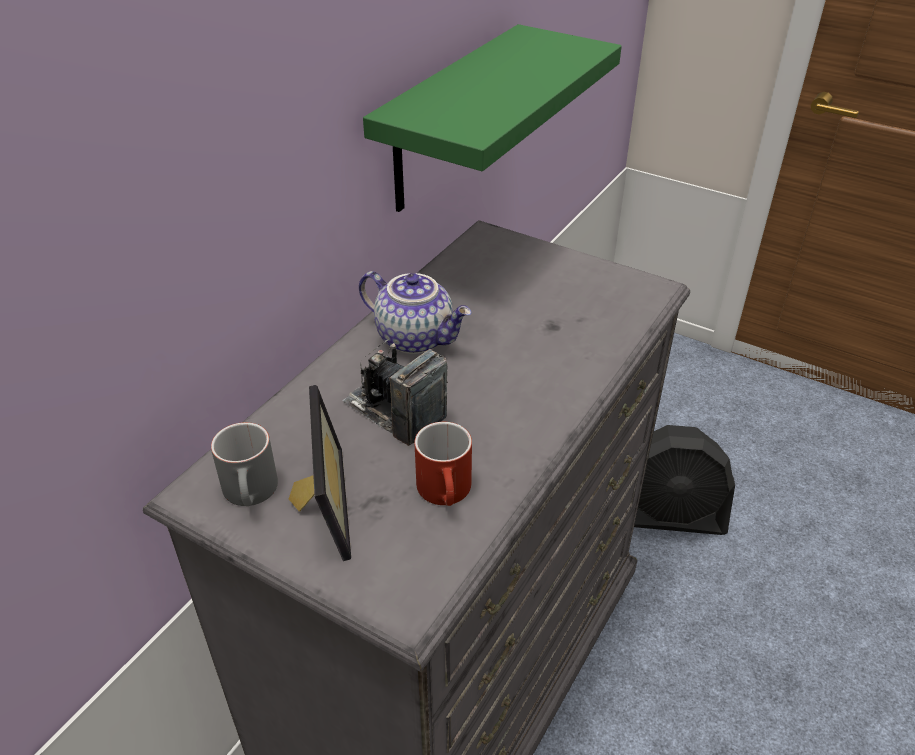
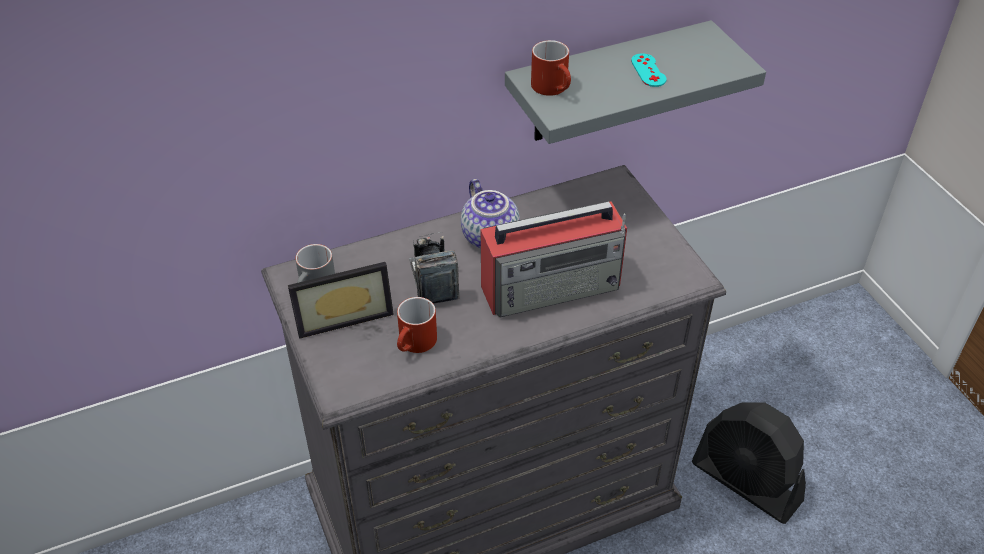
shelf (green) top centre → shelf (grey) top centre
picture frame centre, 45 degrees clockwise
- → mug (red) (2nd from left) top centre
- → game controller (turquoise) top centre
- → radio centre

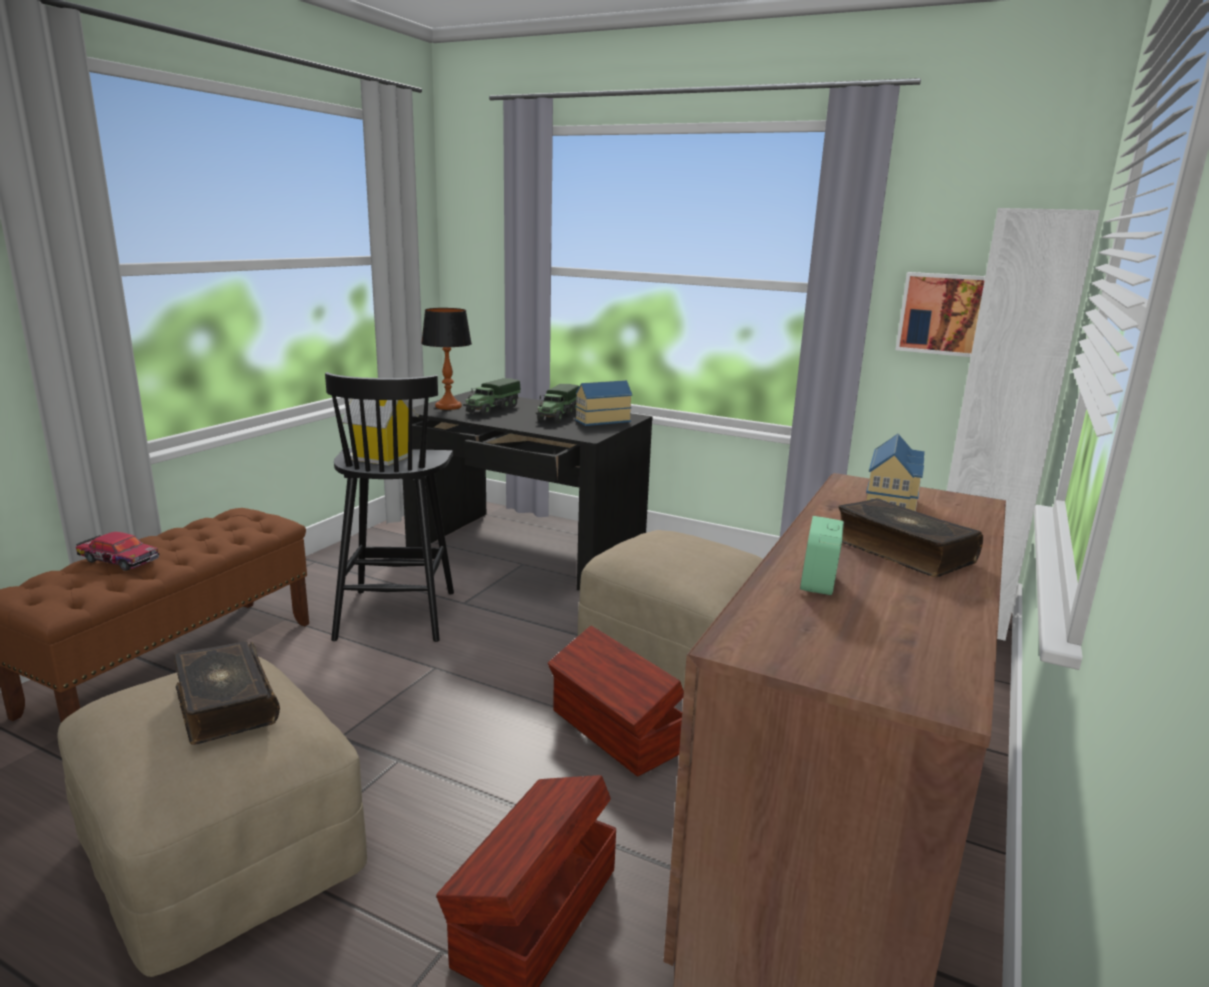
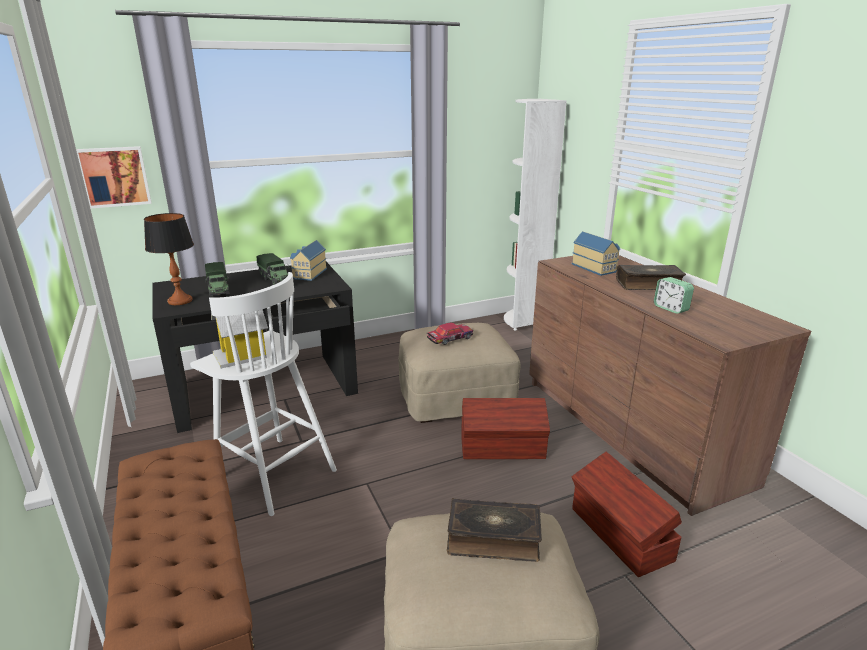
picture top right → picture top left, moved
stool (black) middle left → stool (white) middle left
toy car middle left → toy car centre, moved

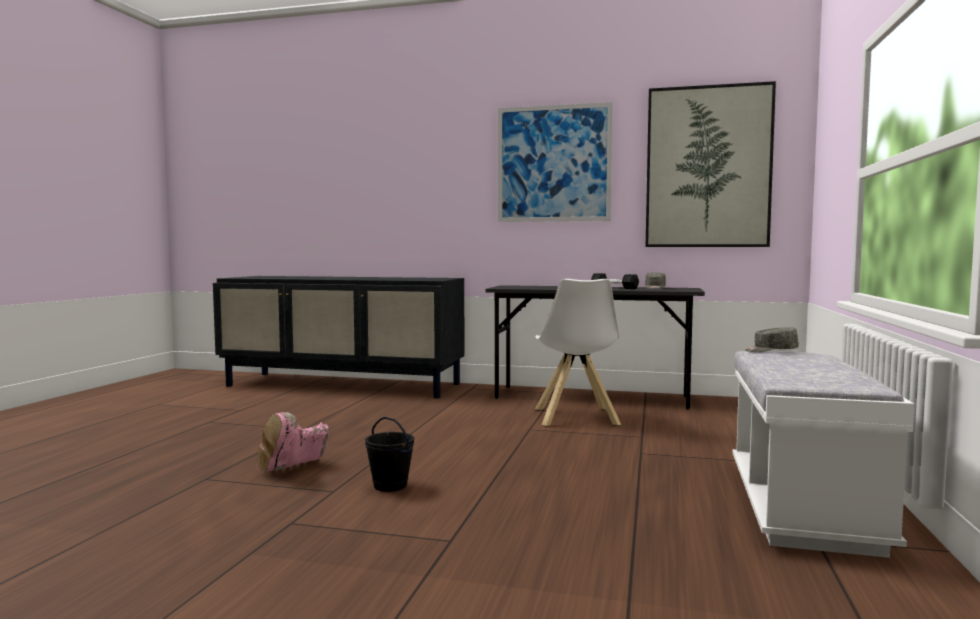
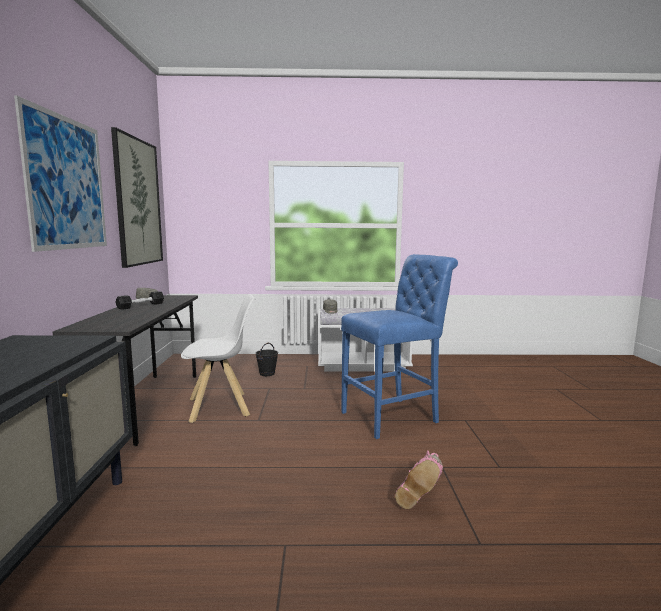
boot (pink) bottom left → boot (pink) bottom centre, 90 degrees clockwise
bucket (black) bottom centre → bucket (black) centre, moved
- → stool (blue) centre

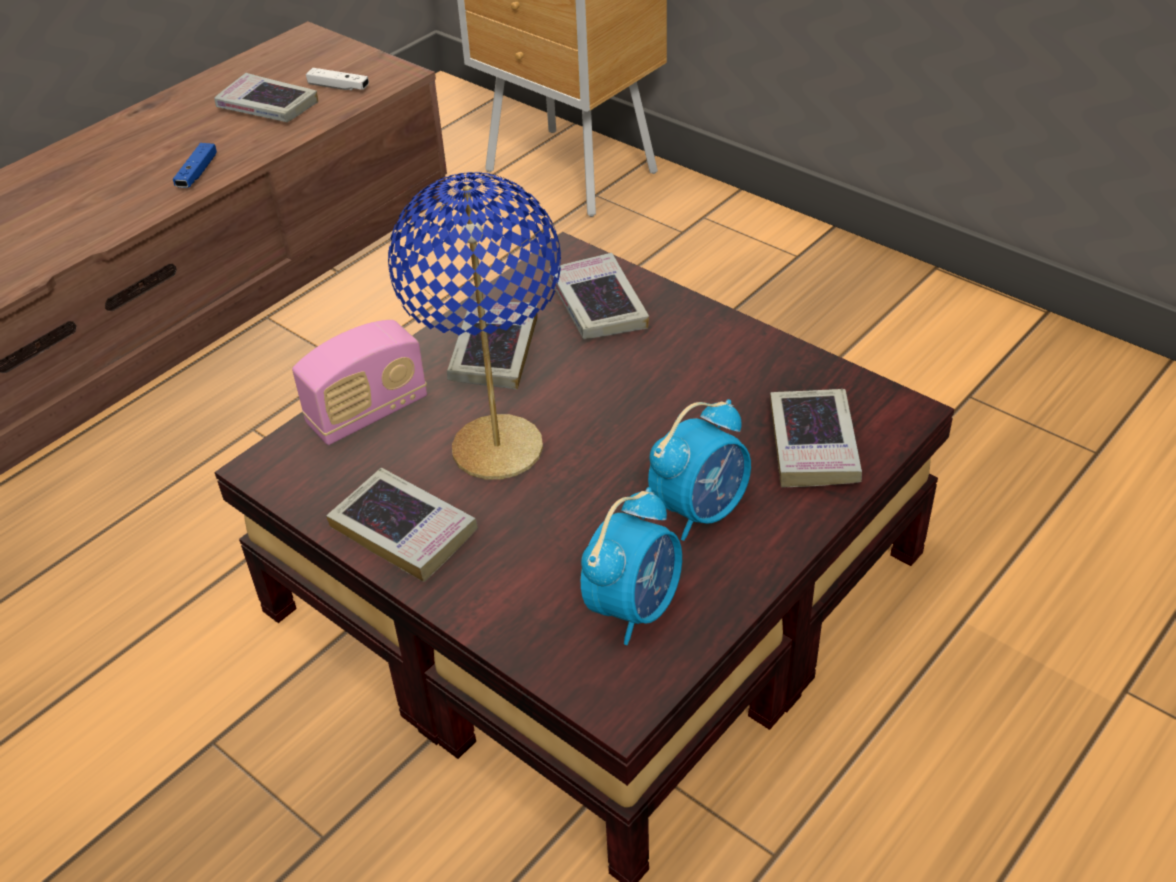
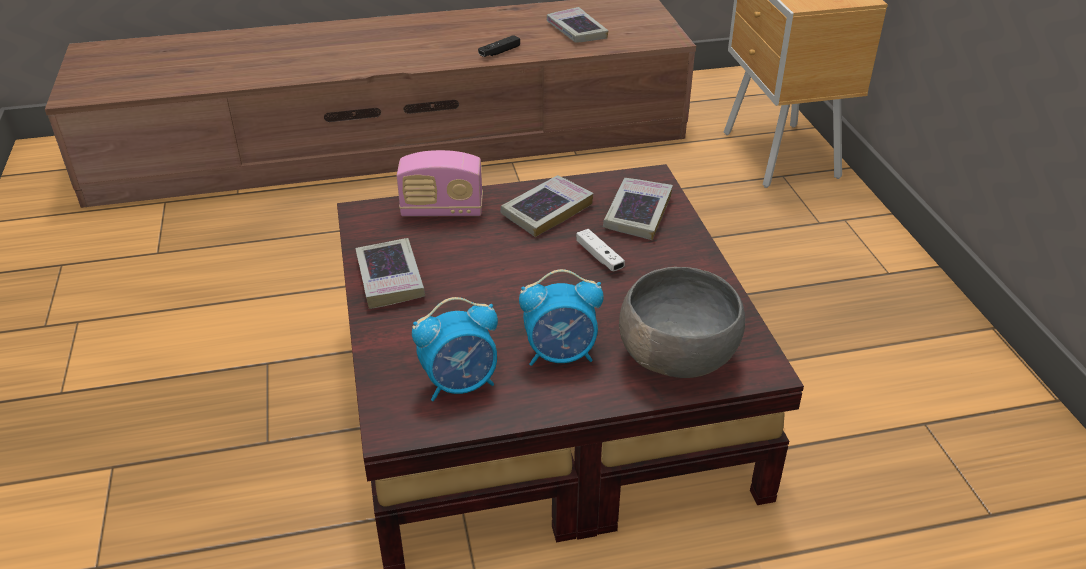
game controller (white) top left → game controller (white) centre, moved
game controller (blue) top left → game controller (black) top centre
table lamp (blue) centre → -
book (5th from left) middle right → bowl (grey) centre

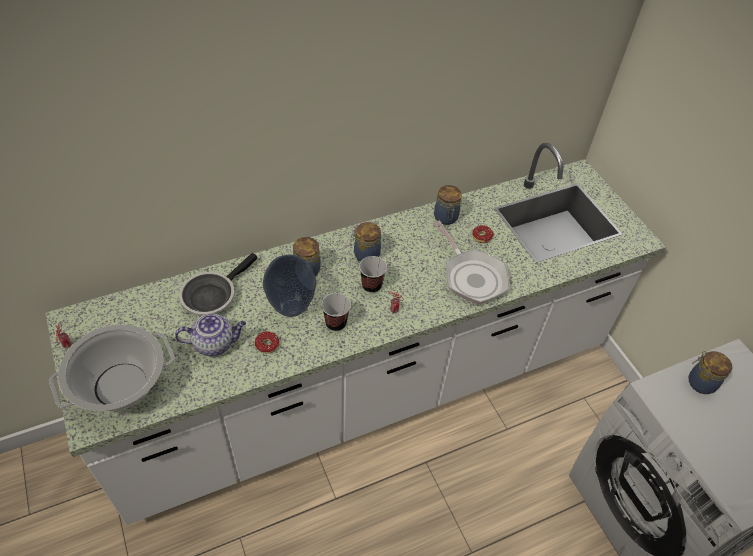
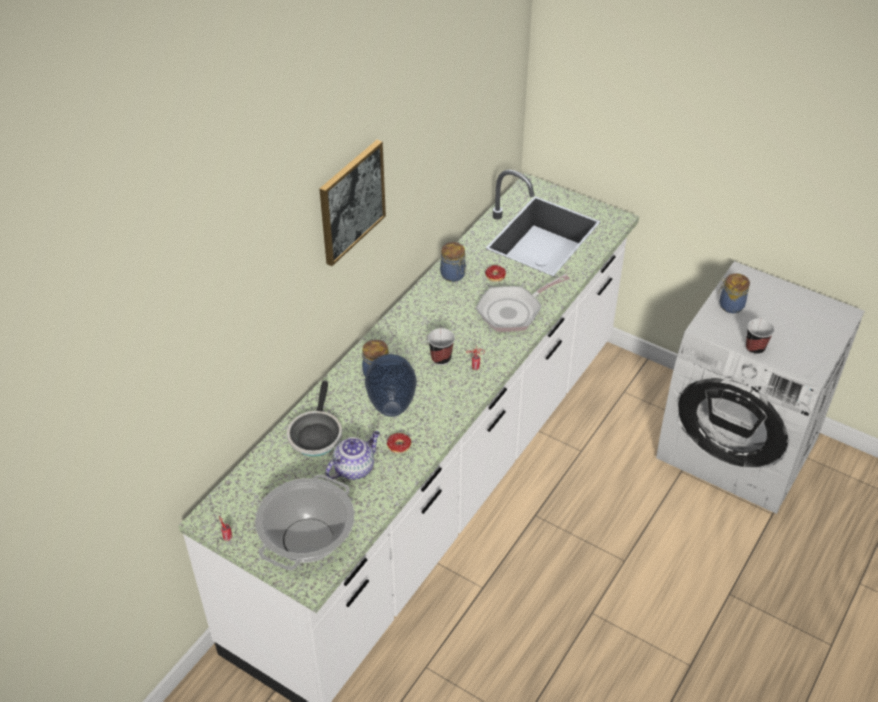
frying pan (2nd from left) centre, 120 degrees clockwise
jar (2nd from left) centre → -
cup (1st from left in the first image) centre → cup (2nd from left) middle right, moved
- → picture top centre

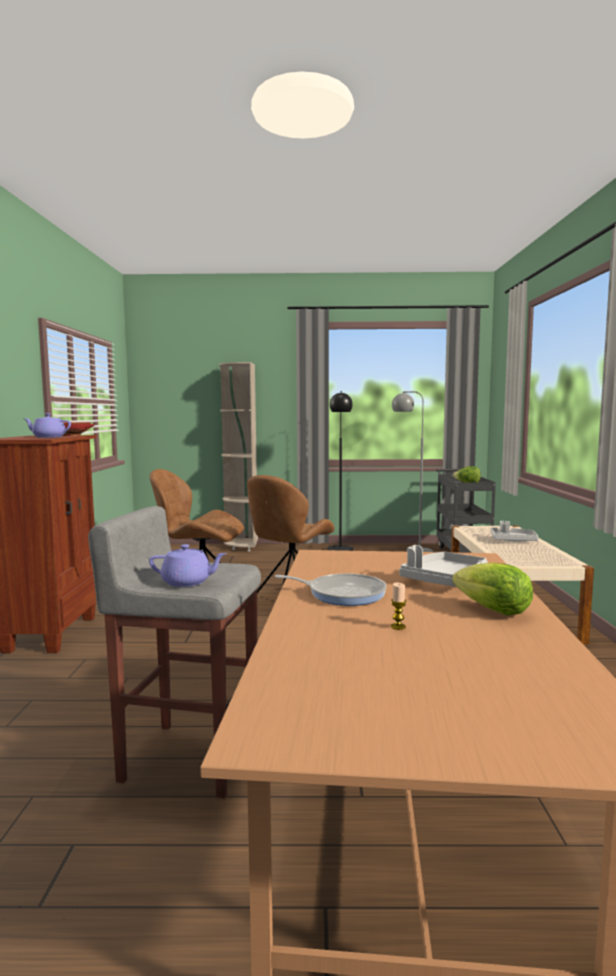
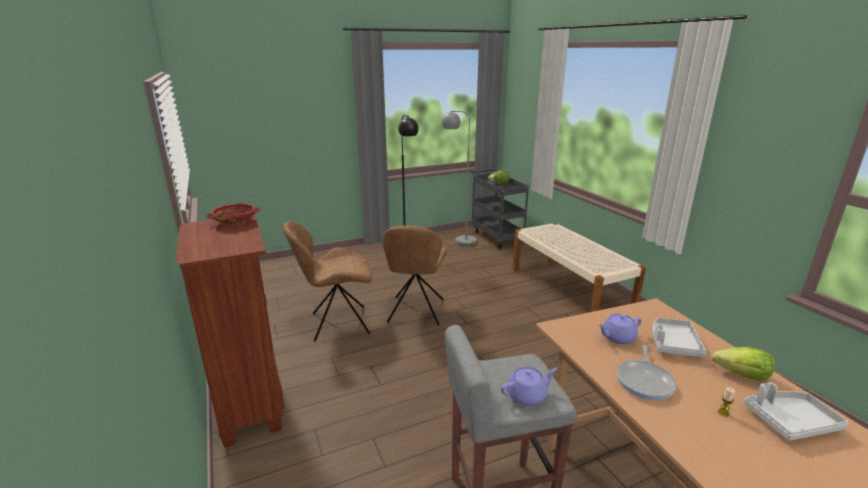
bookcase (beige) centre → -
teapot (purple) (1st from left in the first image) middle left → teapot (purple) (2nd from left) bottom right, moved
tray (grey) (2nd from left) middle right → tray (grey) (2nd from left) bottom right, moved
frying pan centre → frying pan bottom right, 120 degrees clockwise

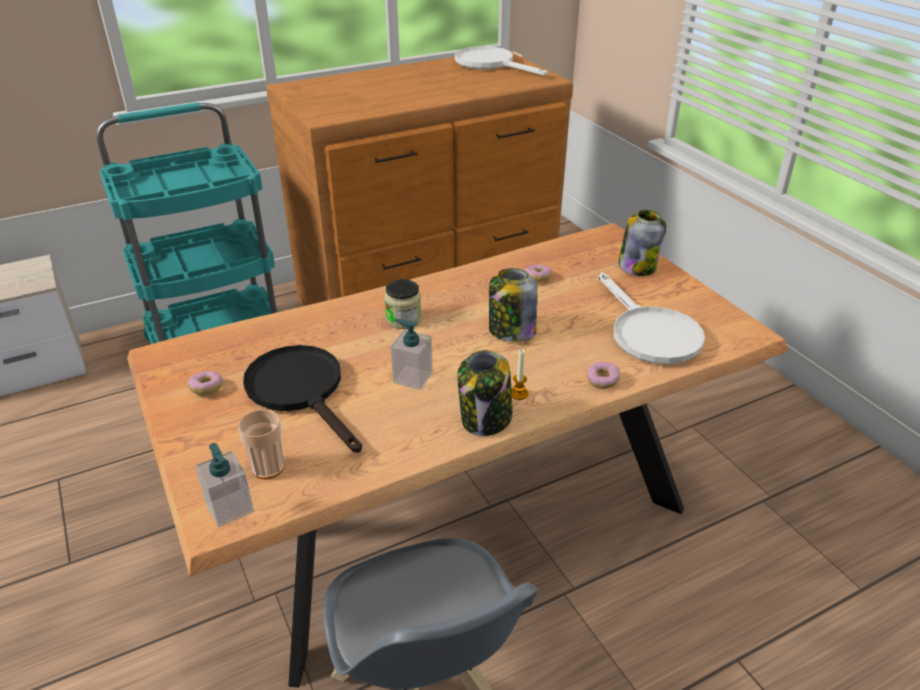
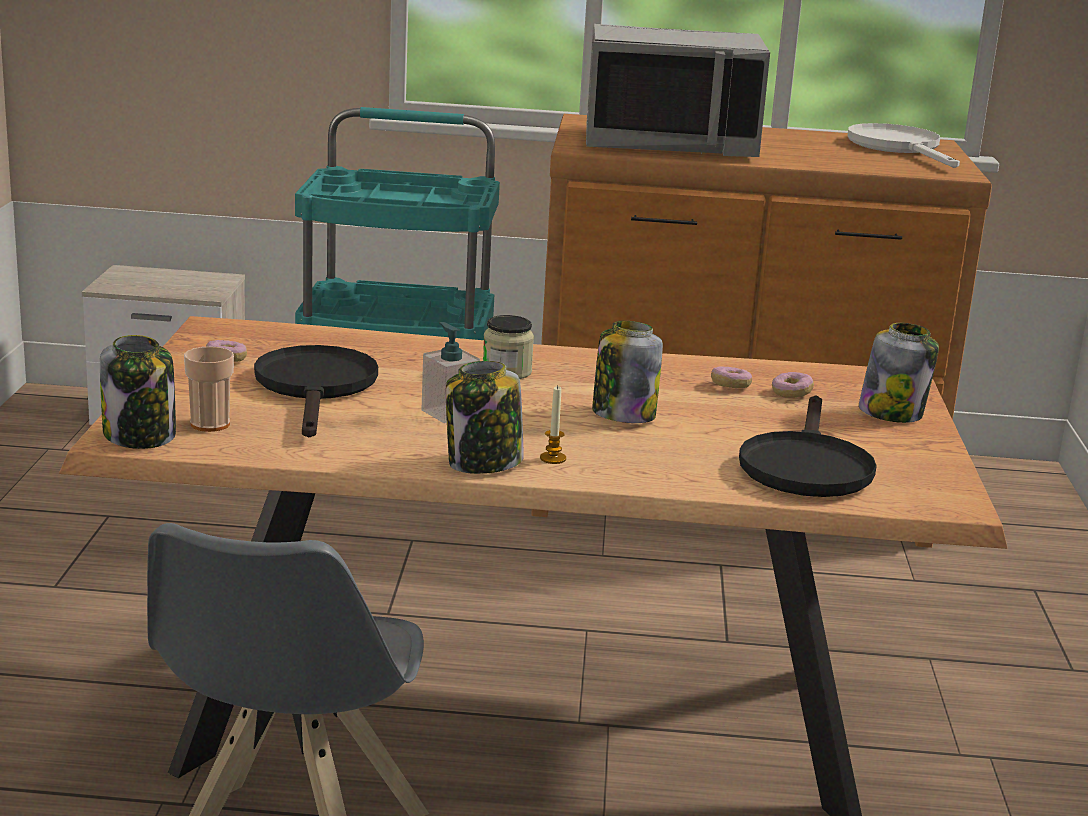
frying pan (white) (2nd from left) middle right → frying pan (black) (2nd from left) middle right
donut (3rd from left) centre → donut (3rd from left) middle right, moved
soap dispenser (1st from left) bottom left → jar (1st from left) middle left
- → microwave (grey) top centre

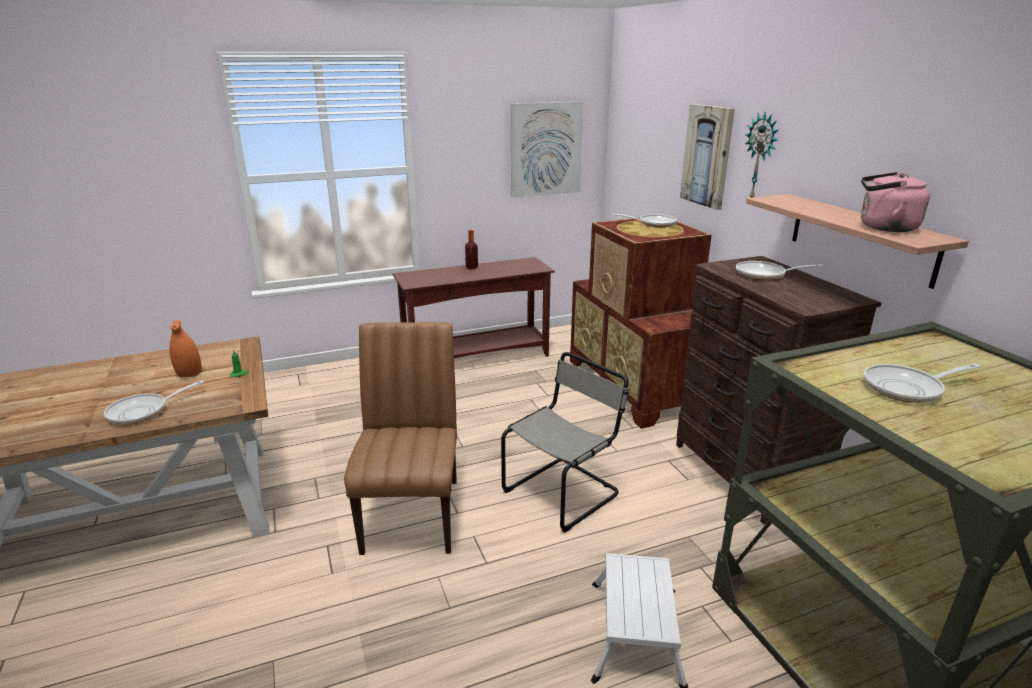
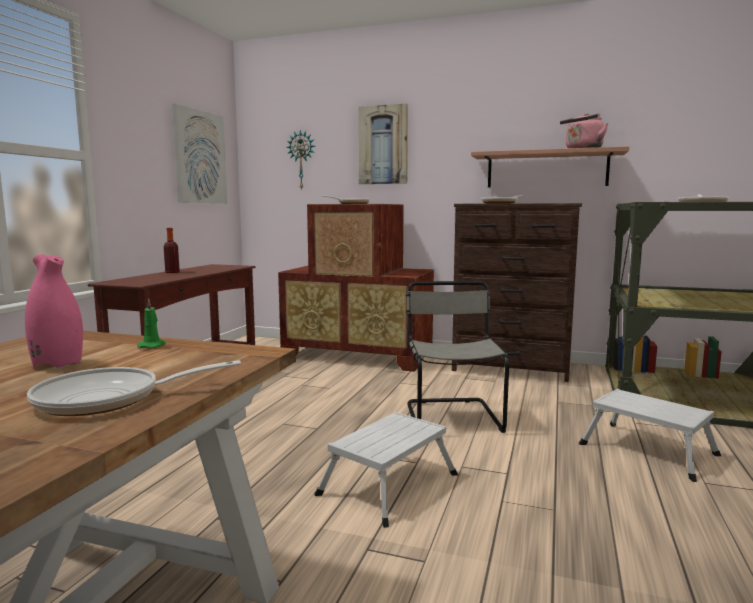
wall clock top right → wall clock top centre, moved
vase (orange) middle left → vase (pink) middle left
chair (brown) centre → step ladder (white) (1st from left) bottom centre
frying pan (1st from left) middle left, 75 degrees clockwise

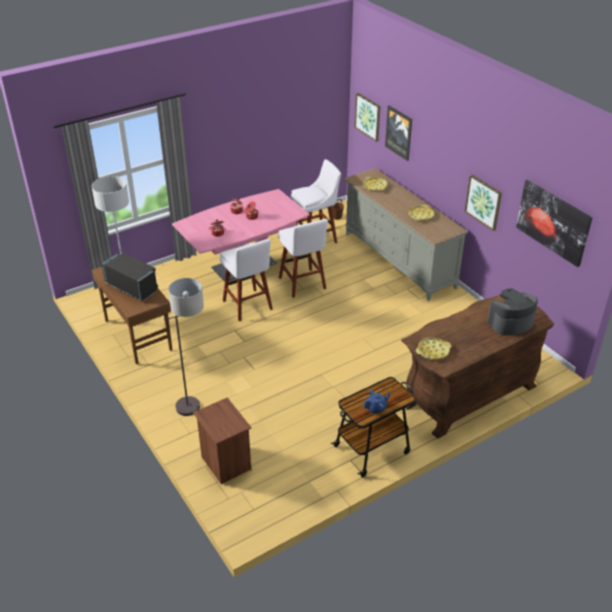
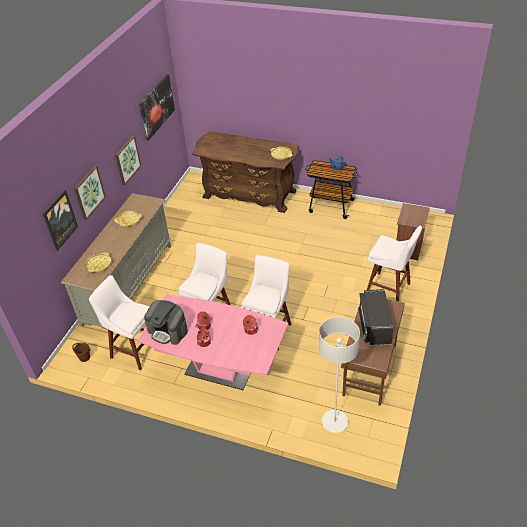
picture (1st from left in the first image) top centre → picture (2nd from left) middle left, moved
floor lamp (grey) (2nd from left) middle left → stool (white) (4th from left) middle right
coffee machine middle right → coffee machine middle left, moved

